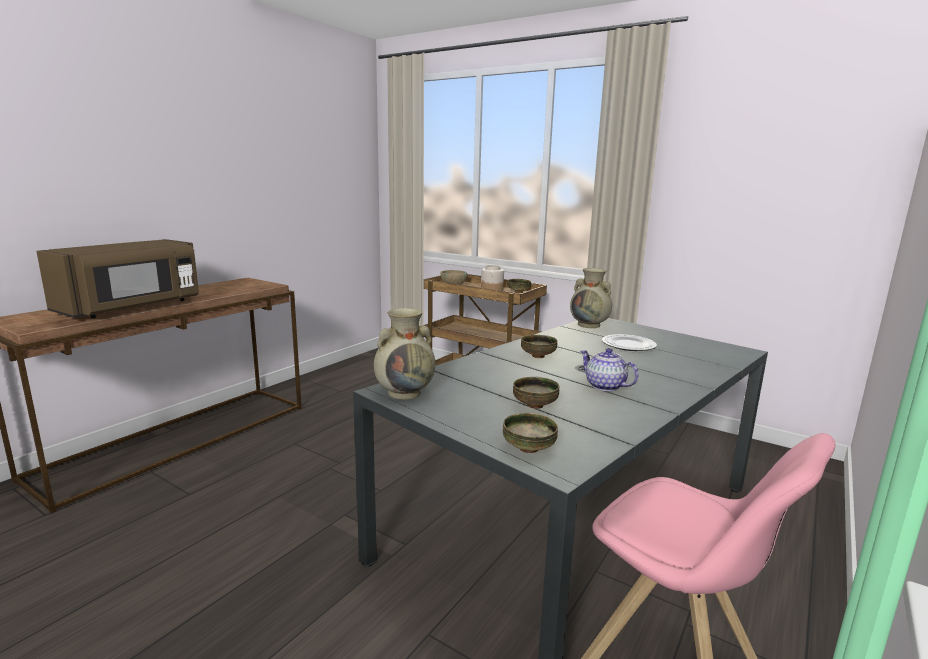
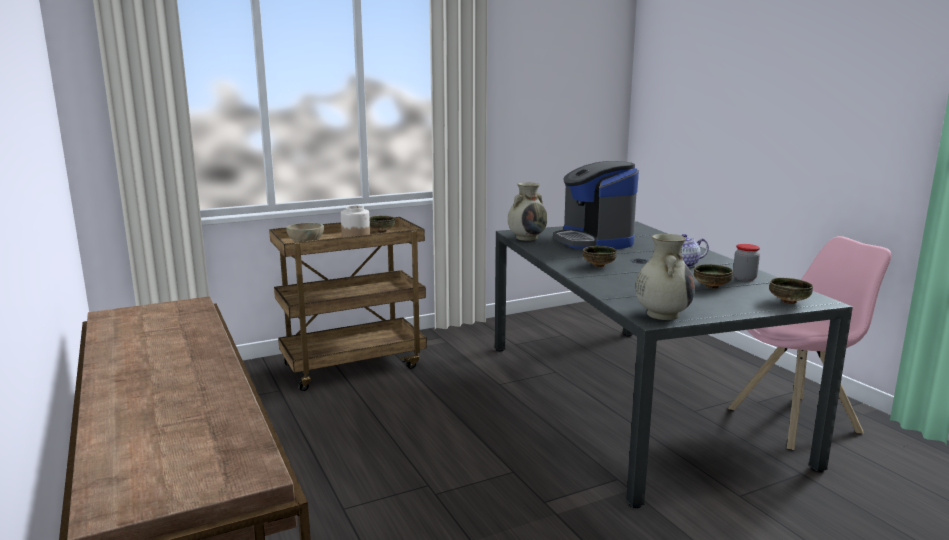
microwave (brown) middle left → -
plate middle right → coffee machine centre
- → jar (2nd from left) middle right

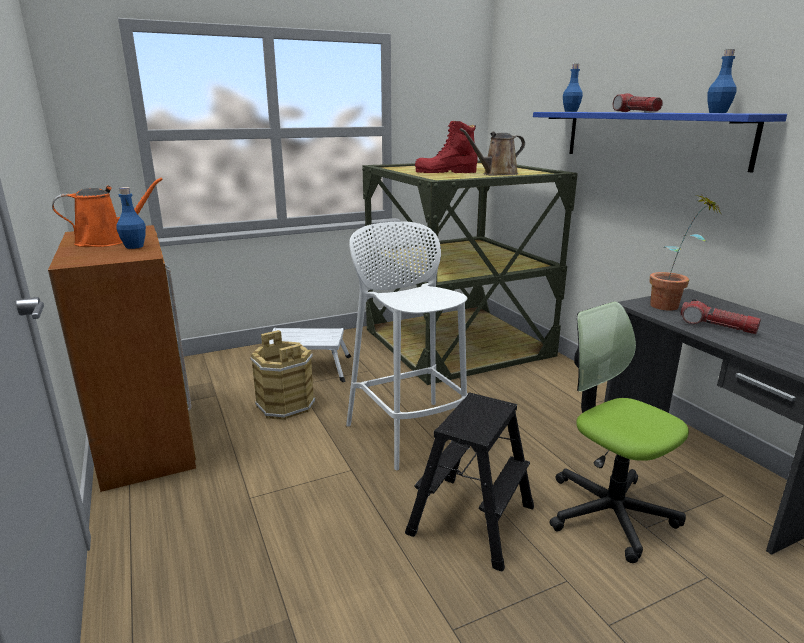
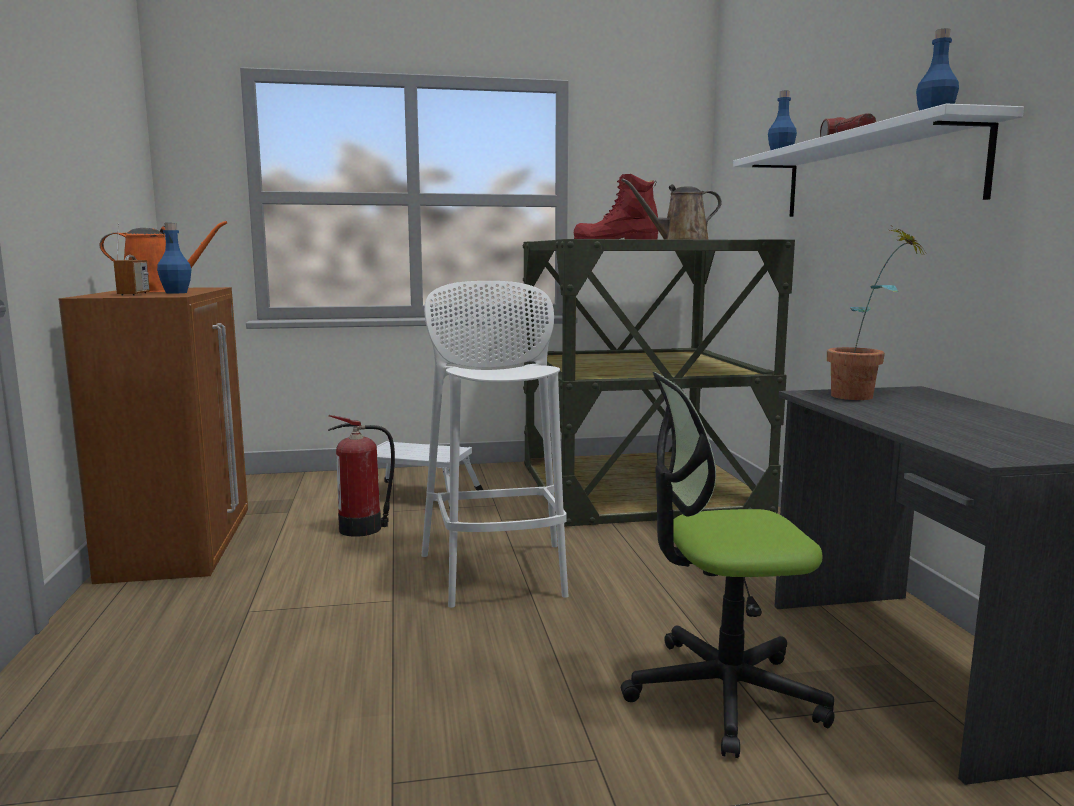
shelf (blue) top right → shelf (white) top right
flashlight (2nd from left) middle right → -
office chair bottom right, 75 degrees counterclockwise
bucket (brown) centre → fire extinguisher centre
step ladder (black) bottom centre → -
- → radio top left

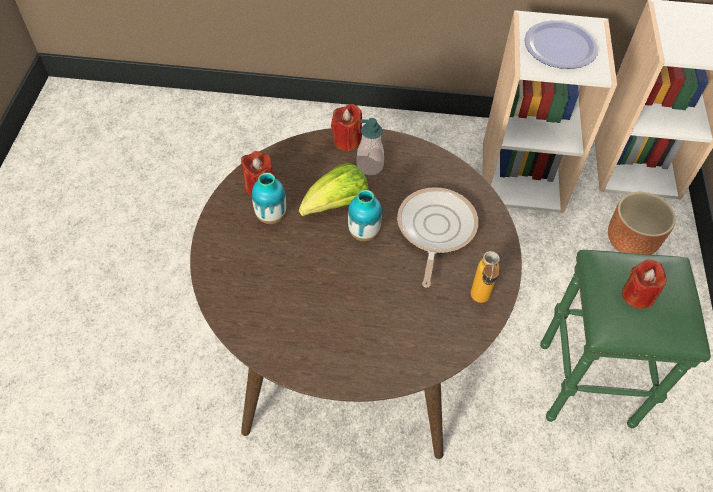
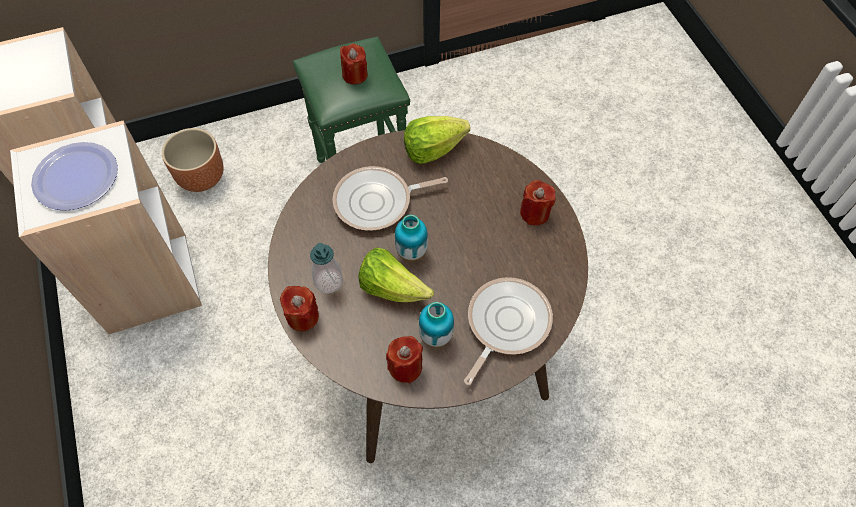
bottle middle right → lettuce (2nd from left) top centre
- → candle (red) (4th from left) centre
- → frying pan (2nd from left) centre

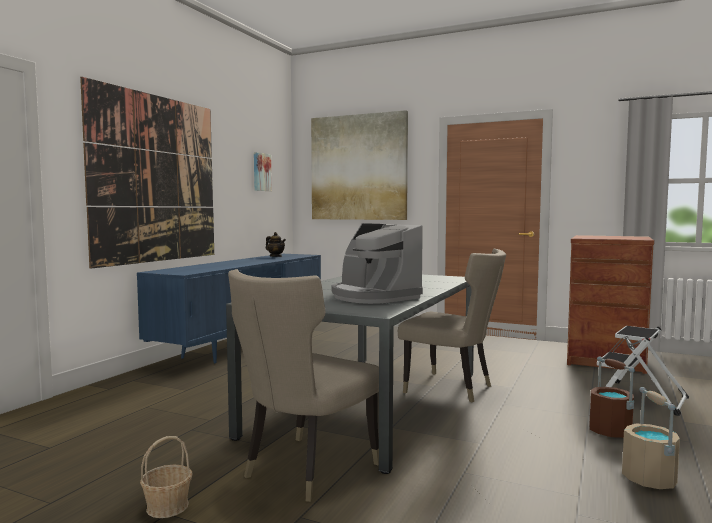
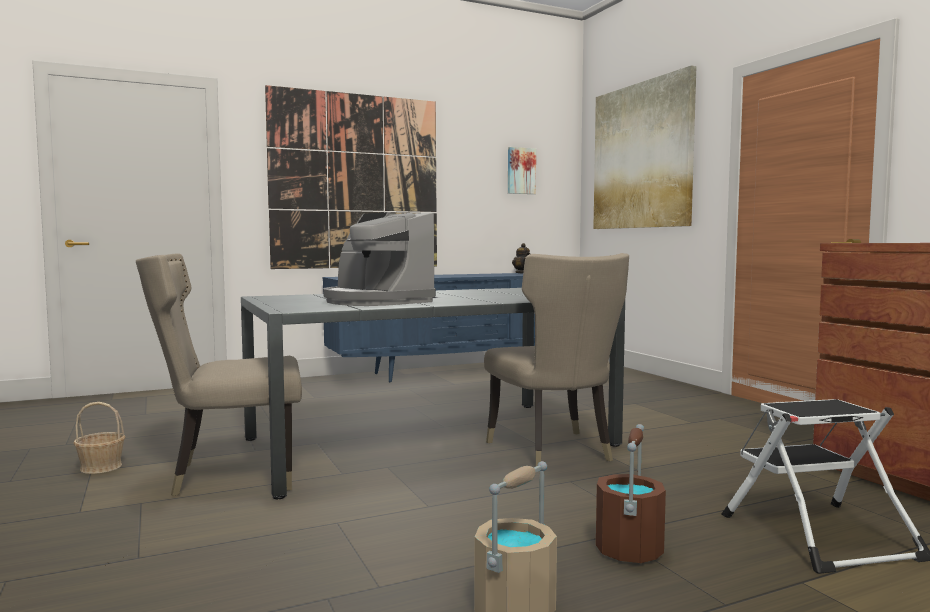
coffee machine centre, 45 degrees counterclockwise

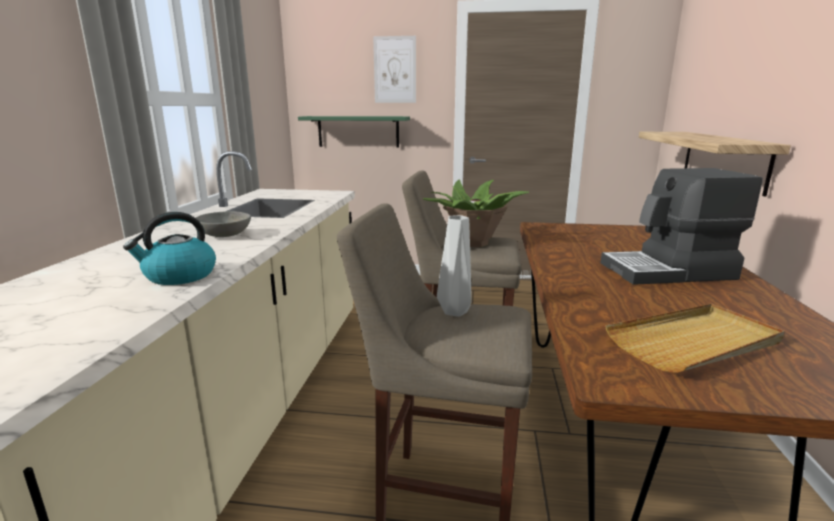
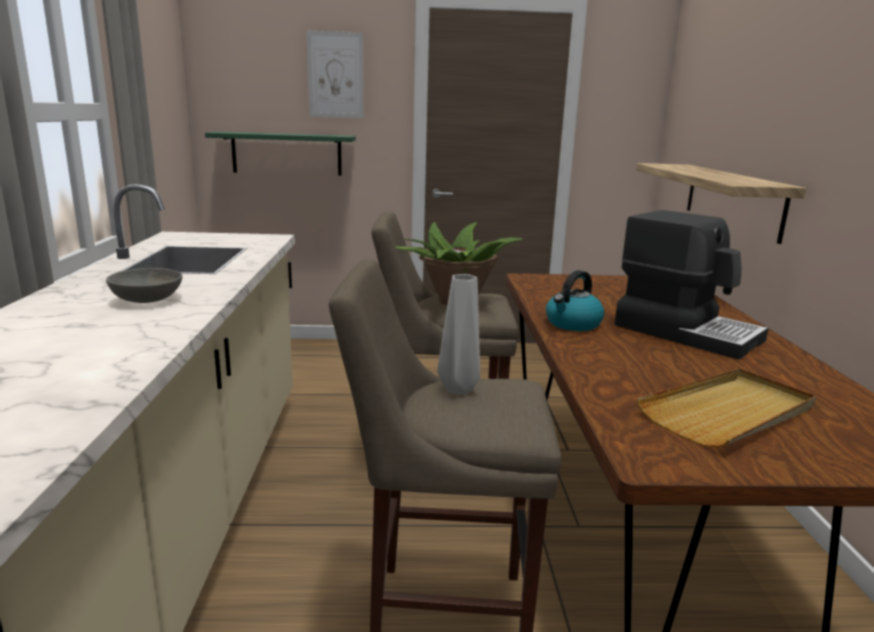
coffee machine middle right, 120 degrees counterclockwise
kettle middle left → kettle centre, moved

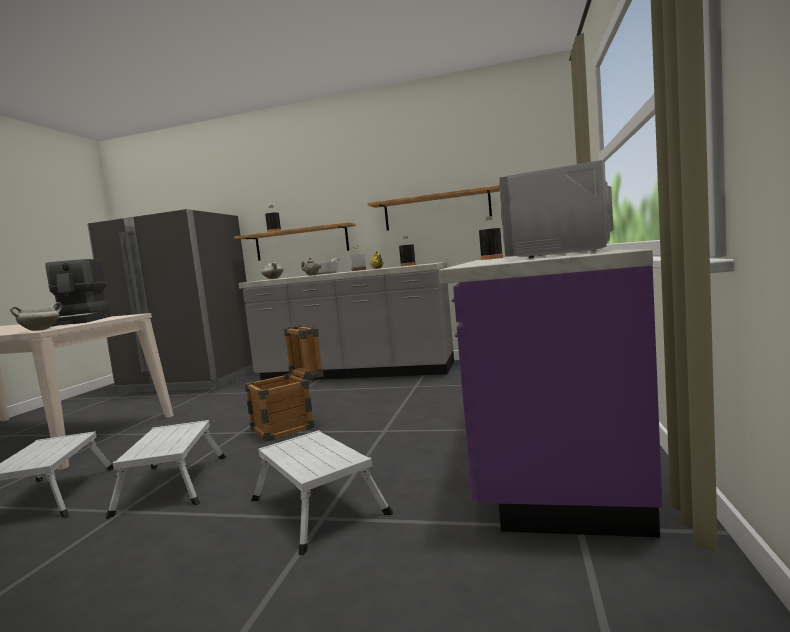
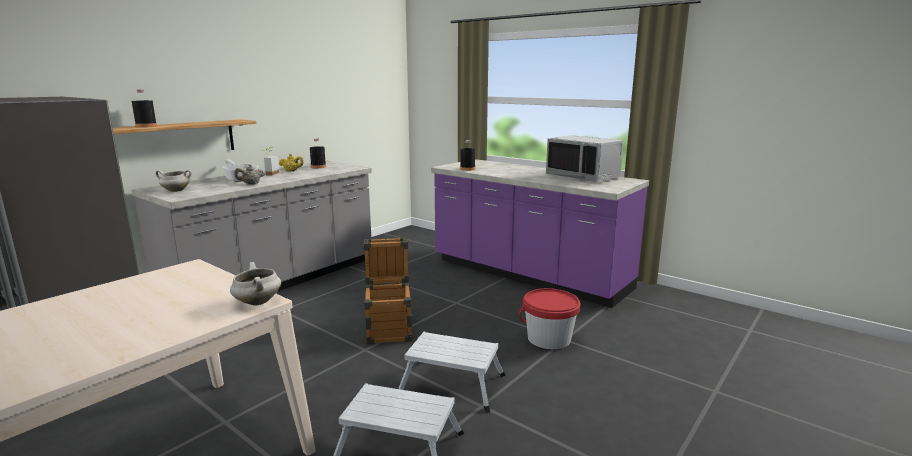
shelf (2nd from left) top centre → -
coffee machine middle left → -
step ladder (white) (3rd from left) bottom centre → bucket (red) bottom centre

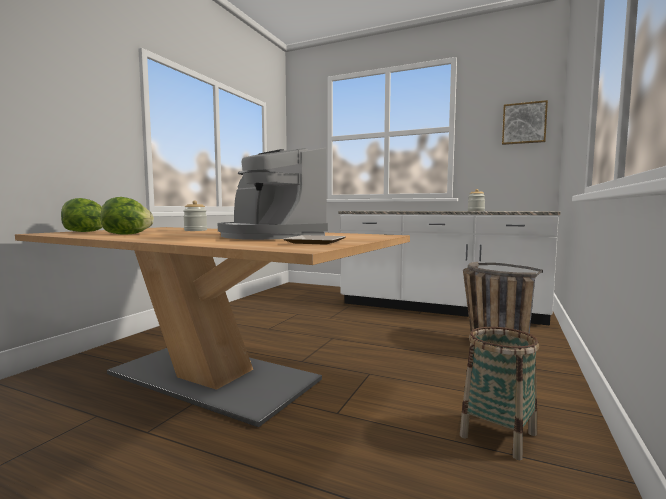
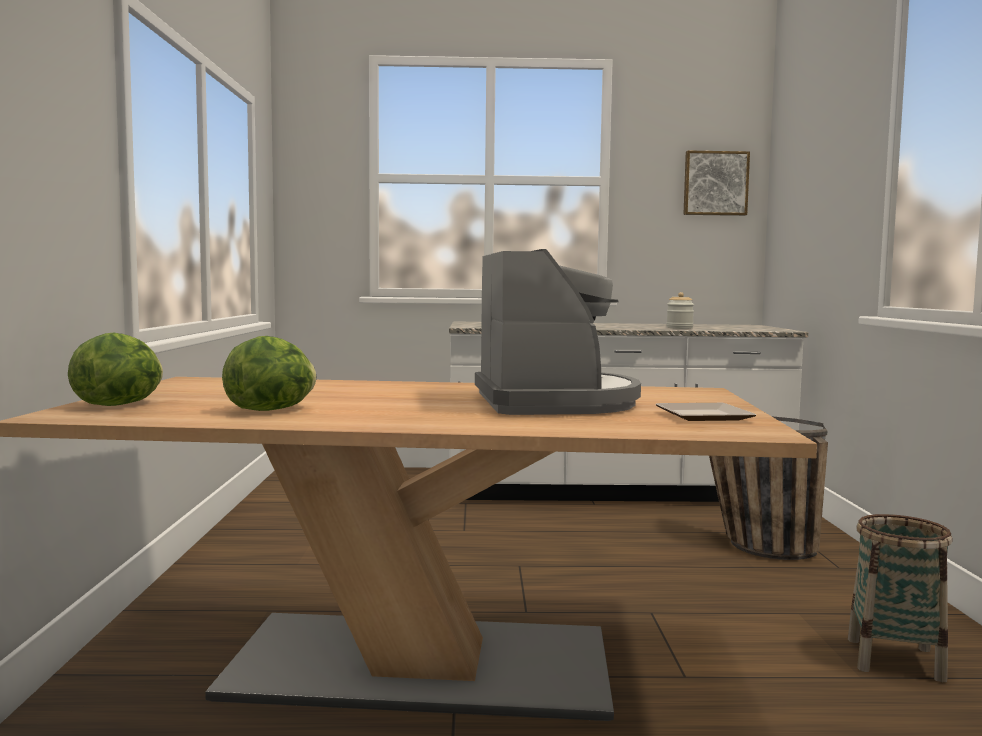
coffee machine centre, 120 degrees counterclockwise
jar (1st from left) middle left → -

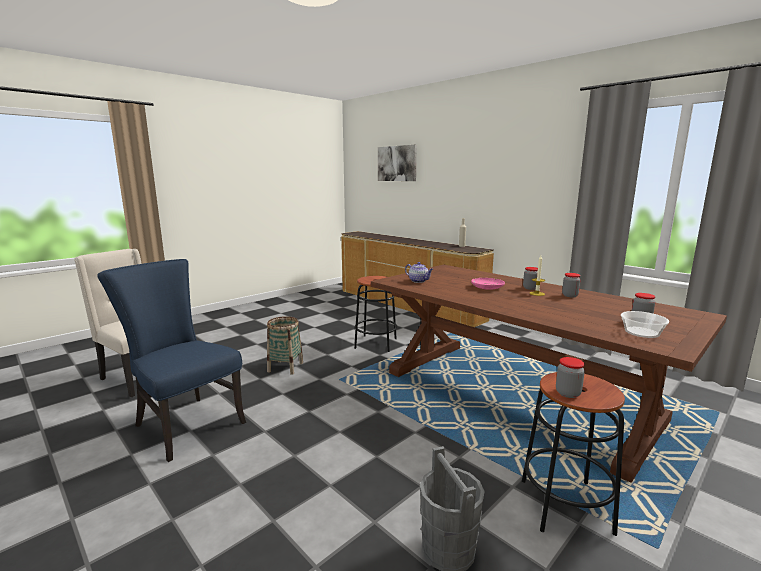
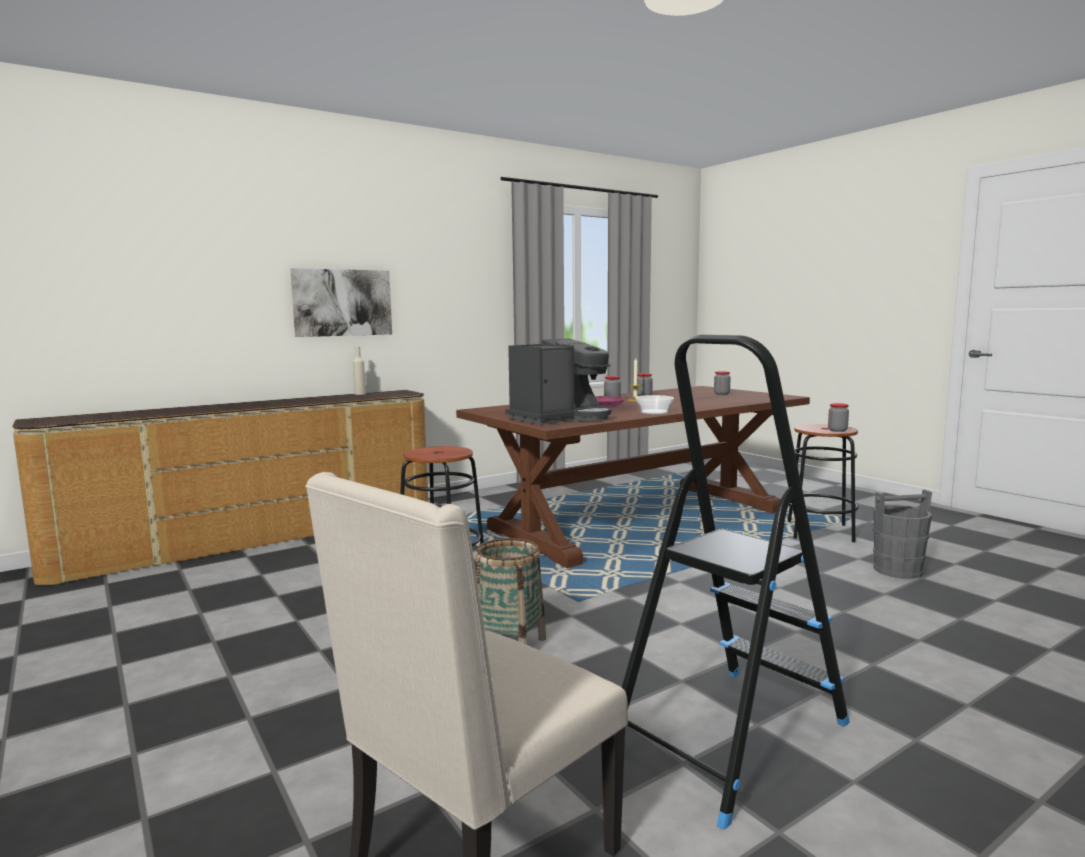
picture top centre → picture middle left, moved
chair (blue) middle left → step ladder (black) bottom right
teapot centre → coffee machine centre
bowl middle right → bowl centre, moved

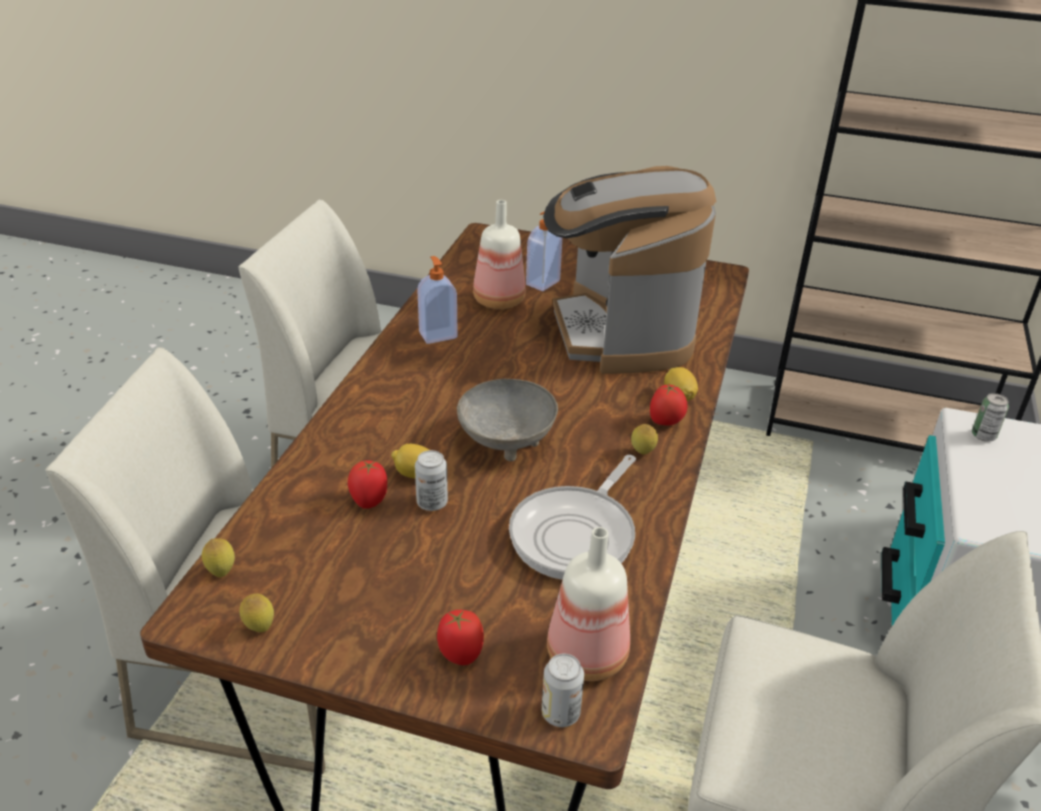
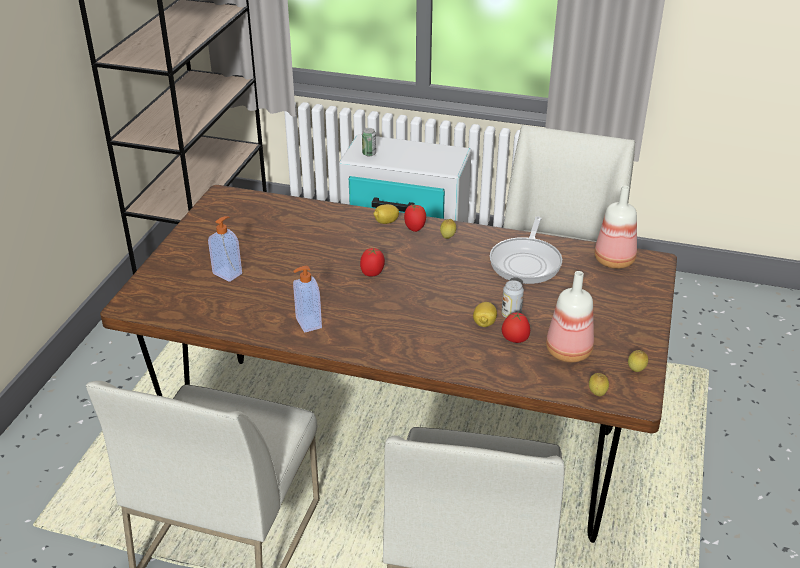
coffee machine top centre → -
bottle (1st from left) top centre → bottle (1st from left) middle right, moved
bowl (grey) centre → -
frying pan centre, 75 degrees clockwise
tomato (2nd from left in the first image) bottom centre → tomato (1st from left) centre, moved
can (2nd from left) bottom centre → -

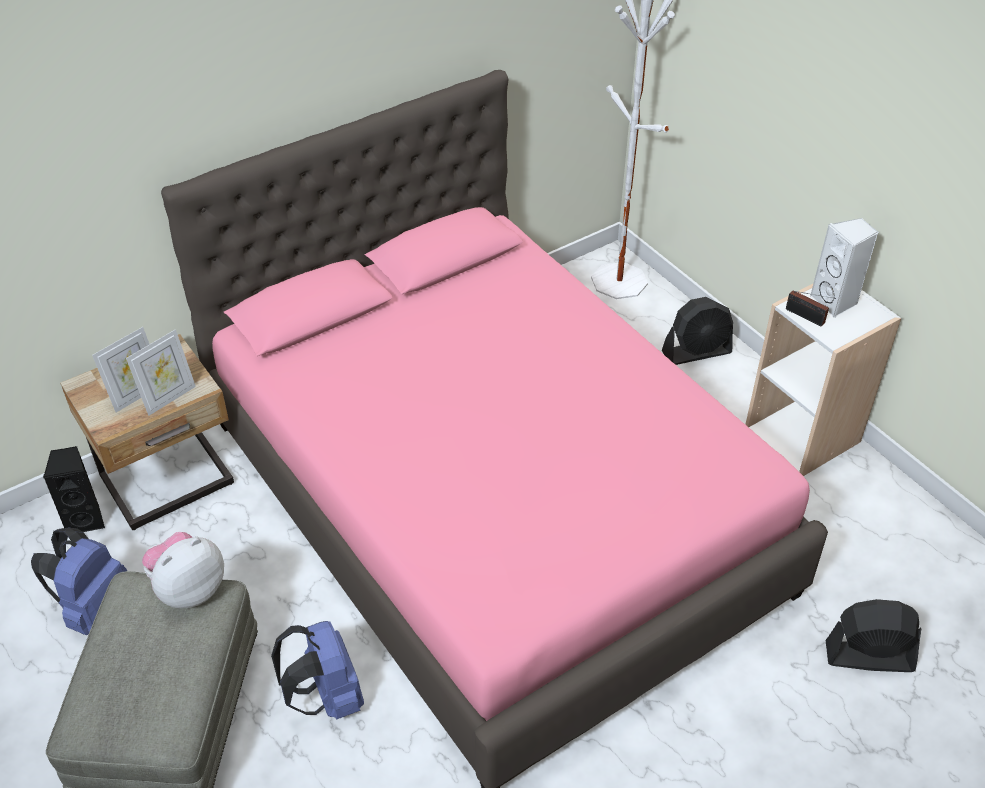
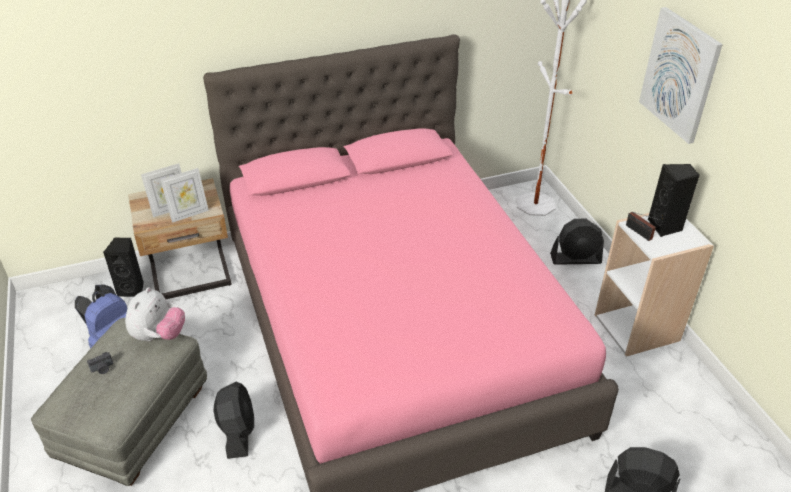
speaker (white) middle right → speaker (black) (2nd from left) middle right
plush toy bottom left → plush toy middle left, 135 degrees clockwise
backpack (blue) (2nd from left) bottom left → fan (black) (1st from left) bottom left
- → picture top right
- → photo camera bottom left

